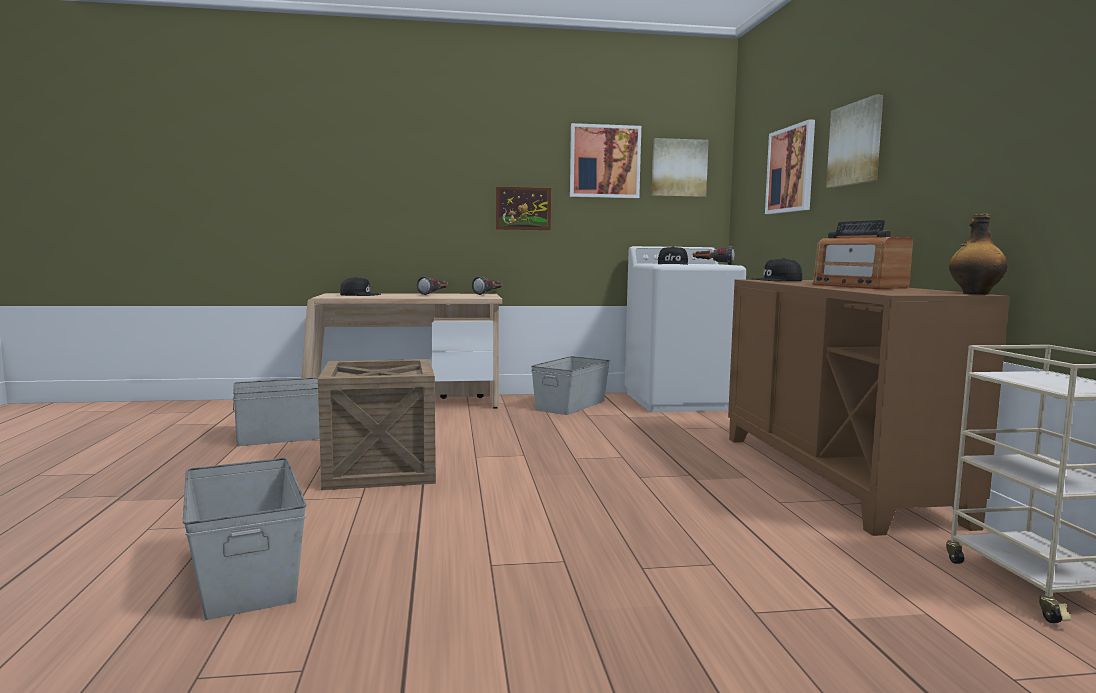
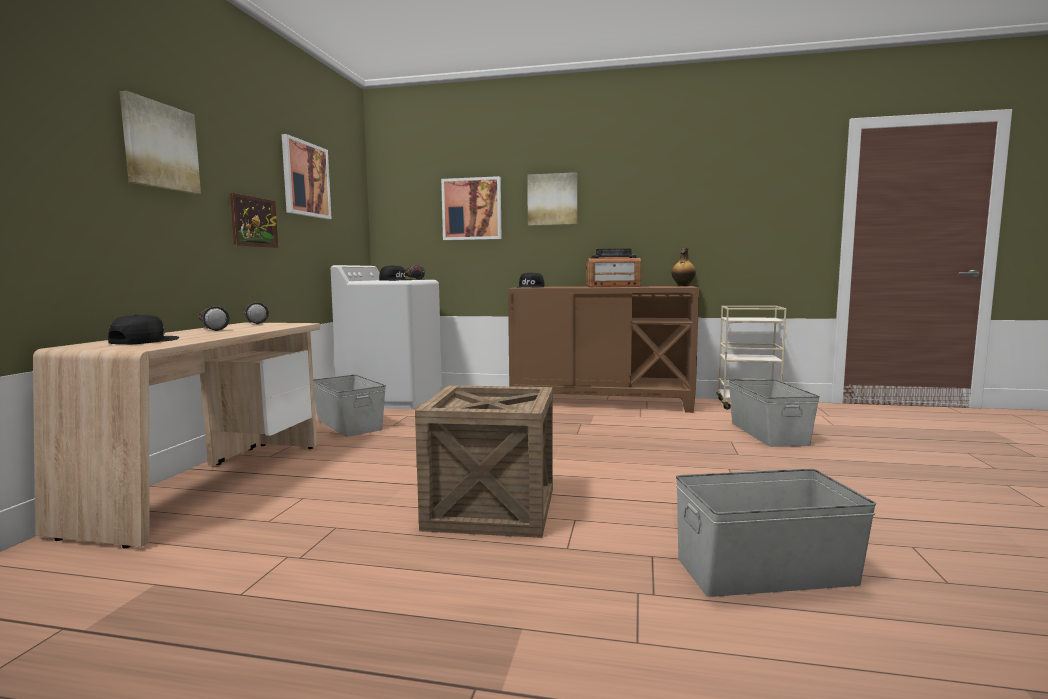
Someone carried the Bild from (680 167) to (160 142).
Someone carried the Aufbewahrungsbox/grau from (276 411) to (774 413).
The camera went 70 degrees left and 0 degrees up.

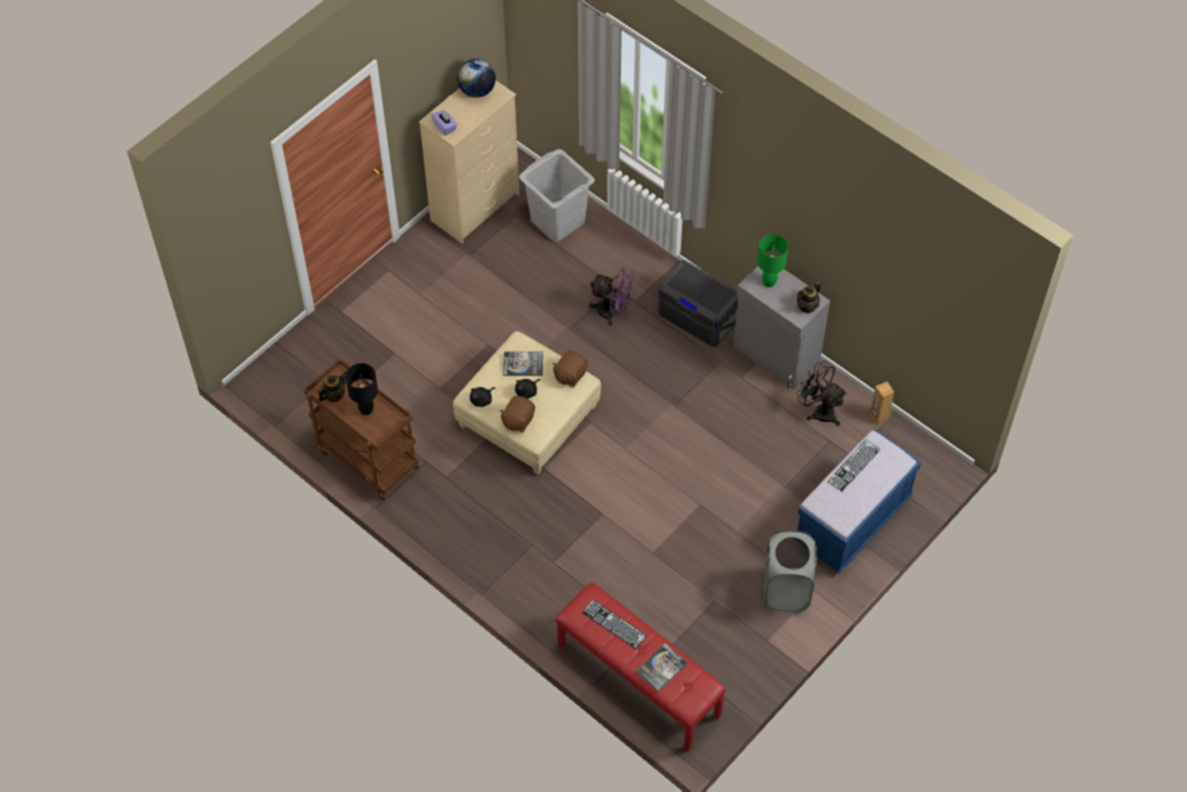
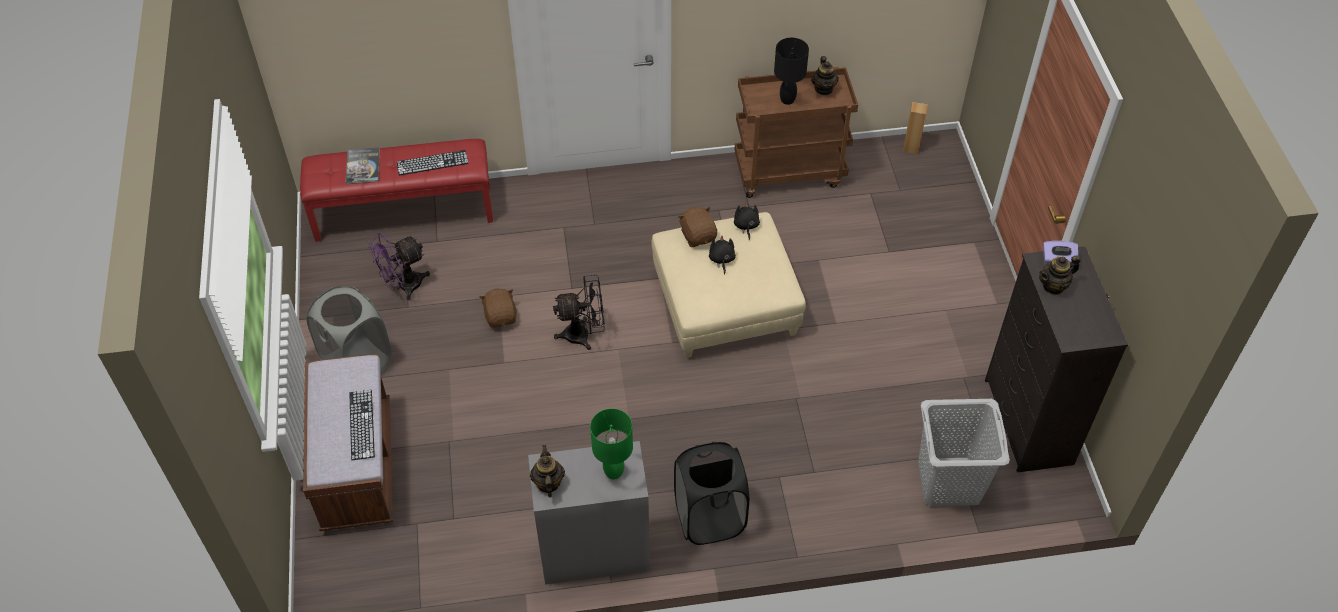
Someone repainted the Bank/blau at (859 501), which became the Bank/braun at (348 442).
Someone carried the Ventilator/lila from (612 297) to (398 266).
Someone carried the Plüschtier/braun from (570 369) to (498 308).
Someone carried the Ventilator/schwarz from (821 393) to (579 312).
Someone swapped the Aufbewahrungsbox/grau at (697 303) for the Wäschekorb/schwarz at (711 493).
Someone carried the Lautsprecher/braun from (882 403) to (915 128).
Someone repainted the Kommode/beige at (469 162), which became the Kommode/schwarz at (1056 360).
Someone put down the Teekanne at (1059 275).
Someone took away the Globus at (476 78).
Someone took away the Buch at (523 363).
The camera went 130 degrees right and 5 degrees down.

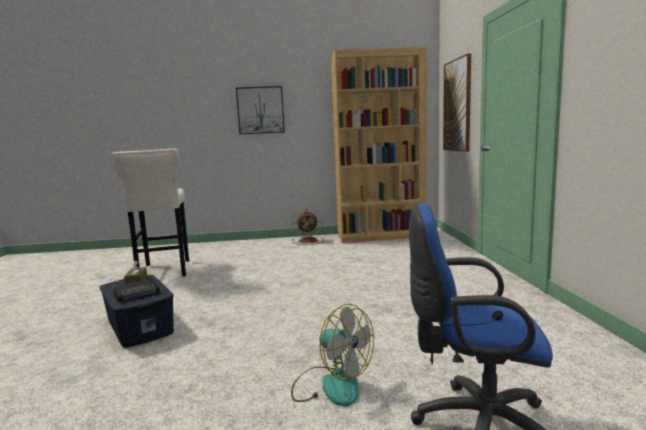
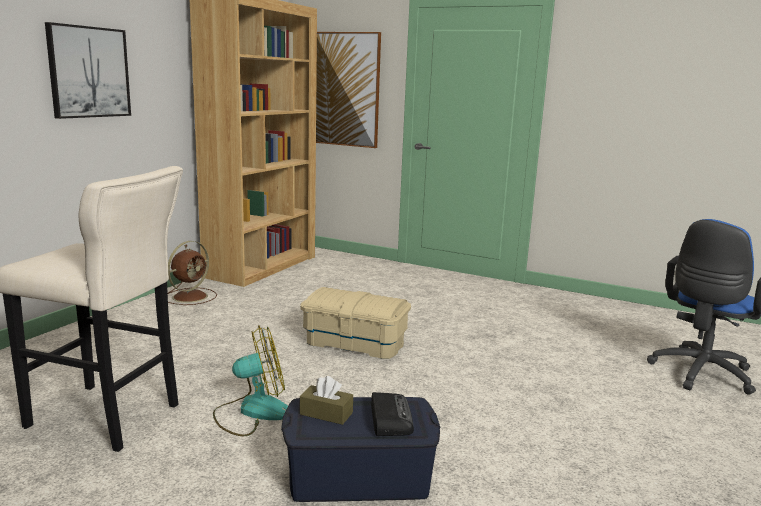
Someone carried the Ventilator from (332 355) to (250 380).
Someone put down the Aufbewahrungsbox/beige at (355 323).
The camera went 60 degrees left and 5 degrees up.

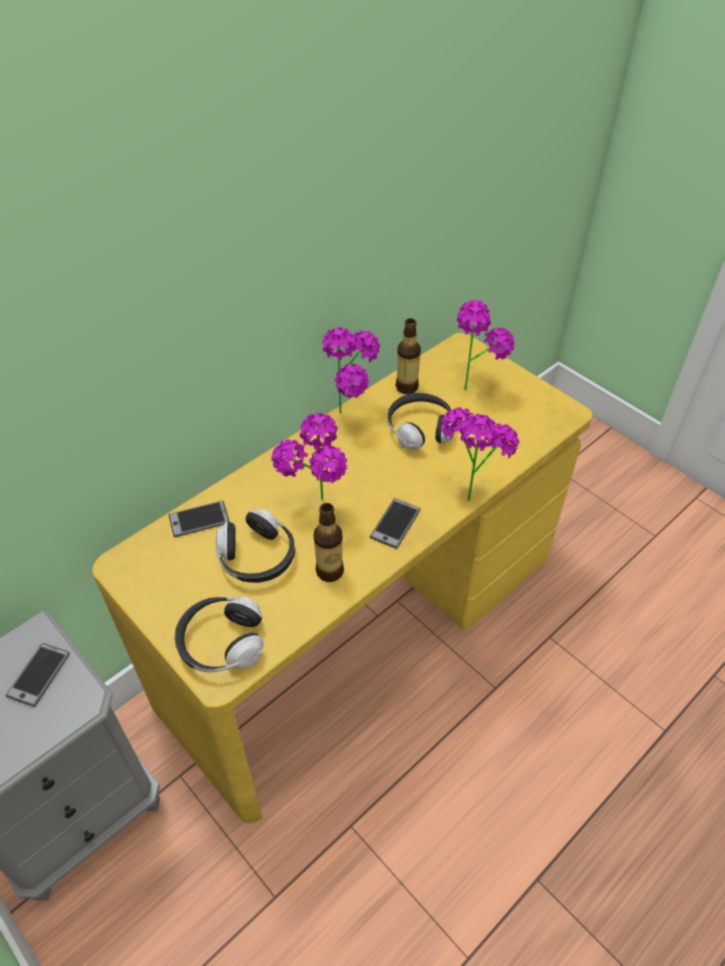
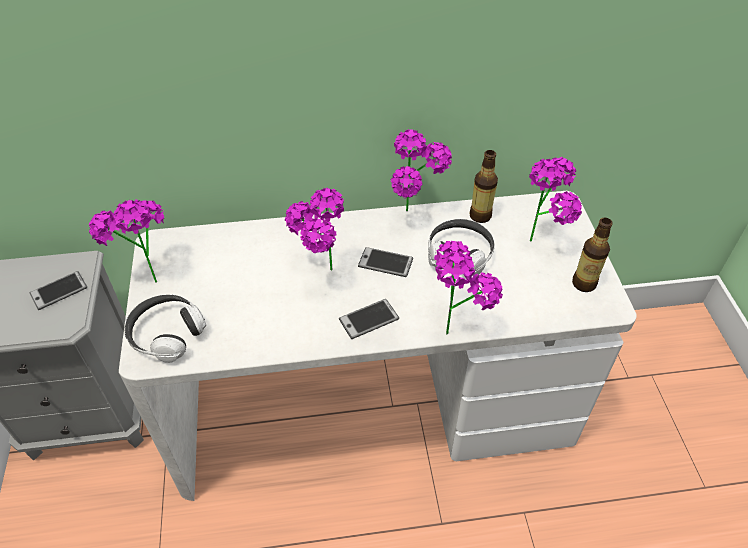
Someone put down the Topfpflanze at (126 241).
Someone repainted the Schreibtisch/gelb at (342 578), which became the Schreibtisch/weiß at (378 346).
Someone carried the Handy from (199 519) to (385 262).
Someone carried the Flasche from (329 542) to (592 255).
Someone took away the Kopfhörer at (255 546).
The camera went 35 degrees right and 0 degrees up.

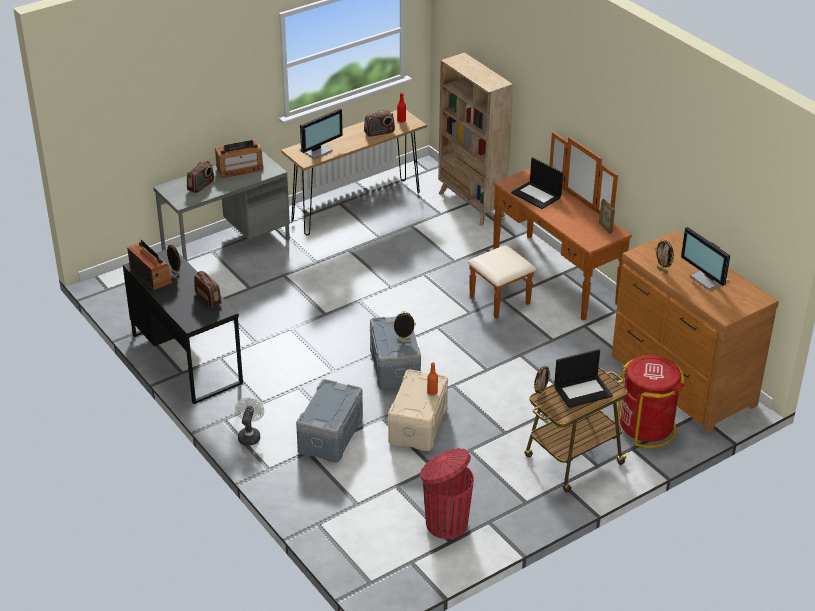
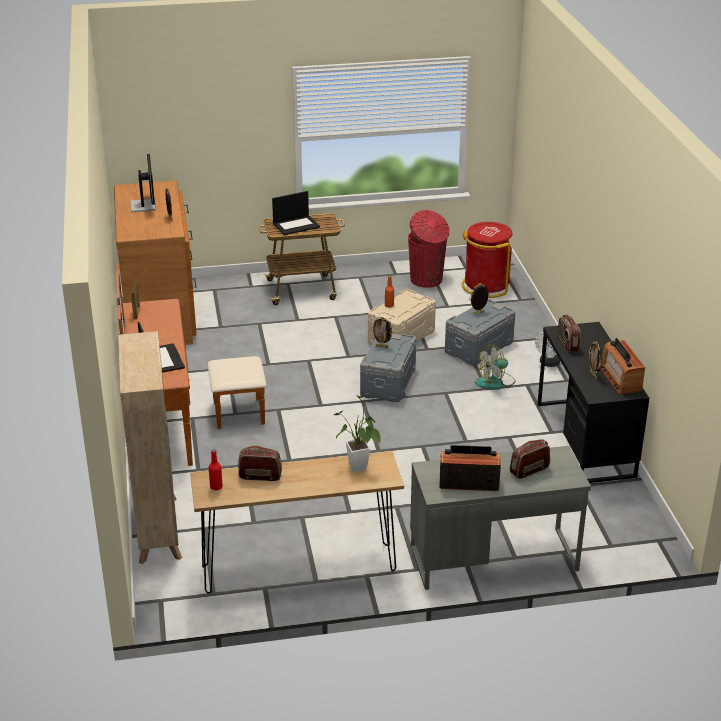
Someone rotated the Laptop at (583 378) by 150 degrees clockwise.
Someone swapped the Monitor at (321 133) for the Topfpflanze at (357 433).
Someone carried the Mülleimer/rot from (651 401) to (487 260).
Someone carried the Bilderrahmen from (542 382) to (479 298).
Someone put down the Ventilator at (495 367).
The camera went 155 degrees left and 5 degrees down.

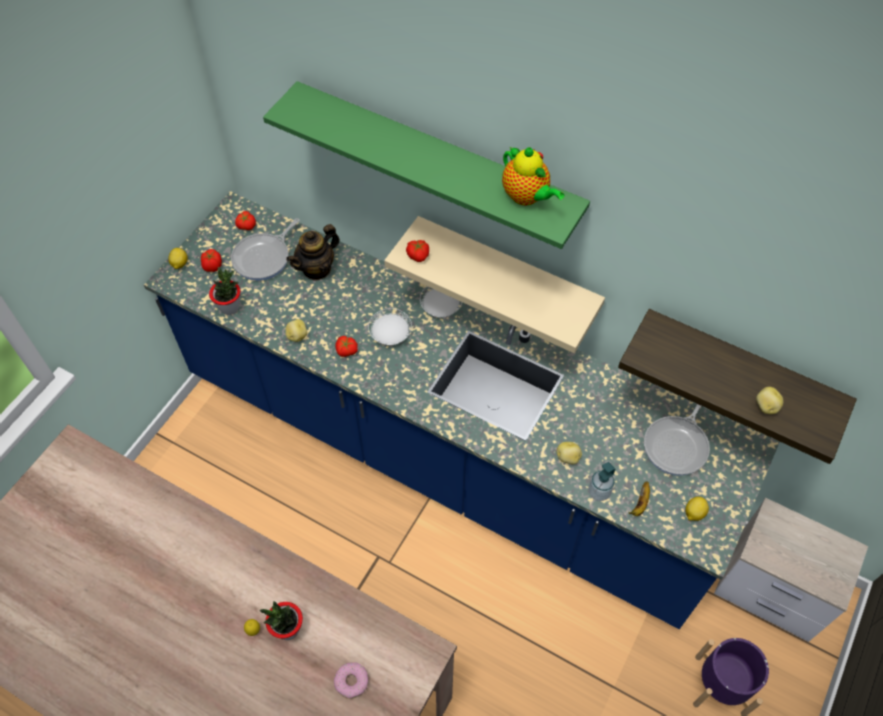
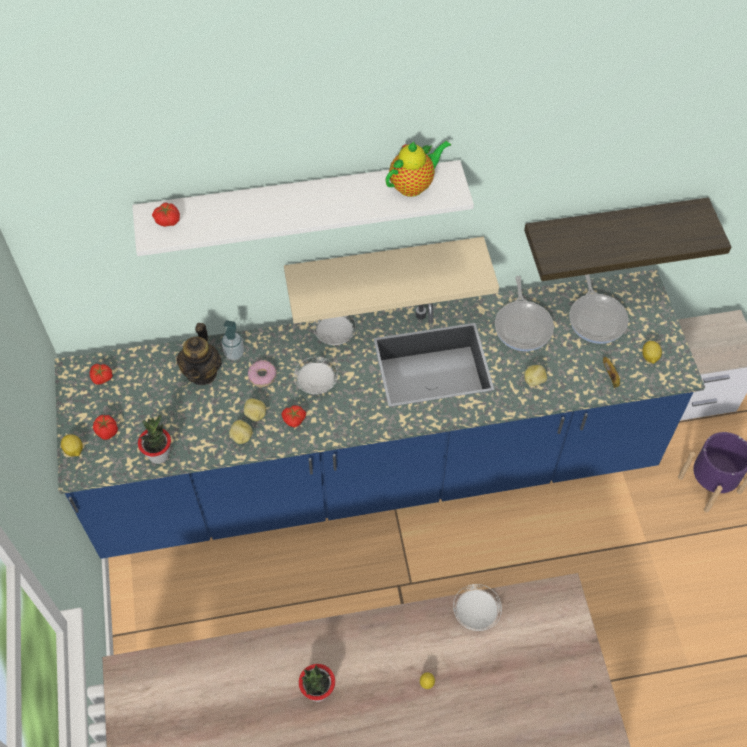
Someone repainted the Wandregal/grün at (426 165), which became the Wandregal/weiß at (303 208).
Someone carried the Tomate from (417 251) to (166 215).
Someone carried the Seifenspender from (601 481) to (233 340).
Someone carried the Kartoffel from (769 400) to (255 409).
Someone carried the Donut from (351 681) to (262 373).
Someone carried the Topfpflanze from (281 620) to (317 683).
Someone rotated the Teekanne at (533 176) by 45 degrees counterclockwise.
Someone put down the Teller/weiß at (477 607).
Someone carried the Pfanne from (265 249) to (524 313).
The camera went 40 degrees left and 0 degrees up.

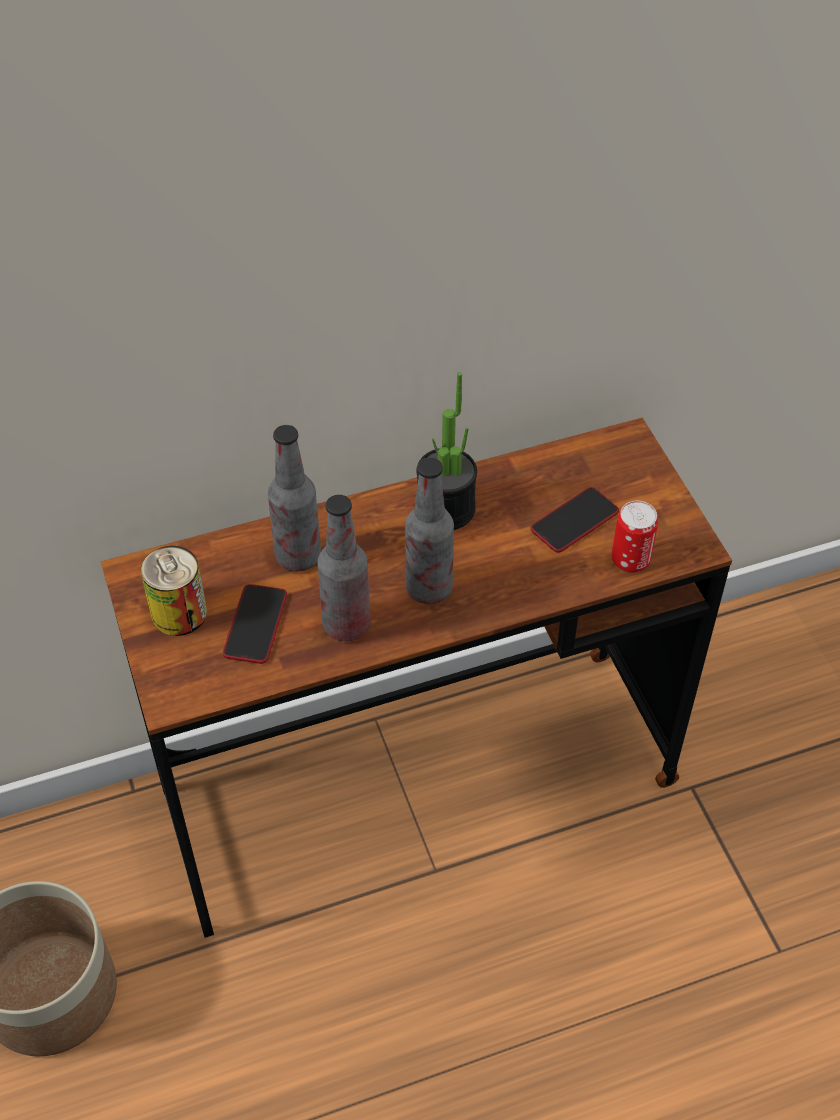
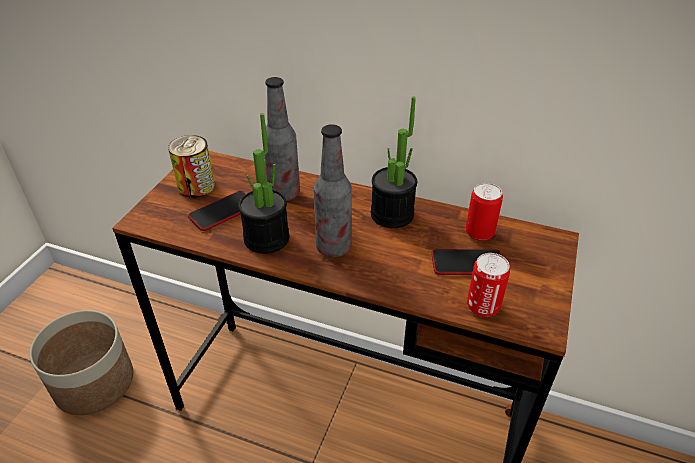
Someone swapped the Flasche at (344 568) for the Topfpflanze at (264 183).
Someone put down the Dose at (484 212).
The camera went 40 degrees right and 10 degrees down.

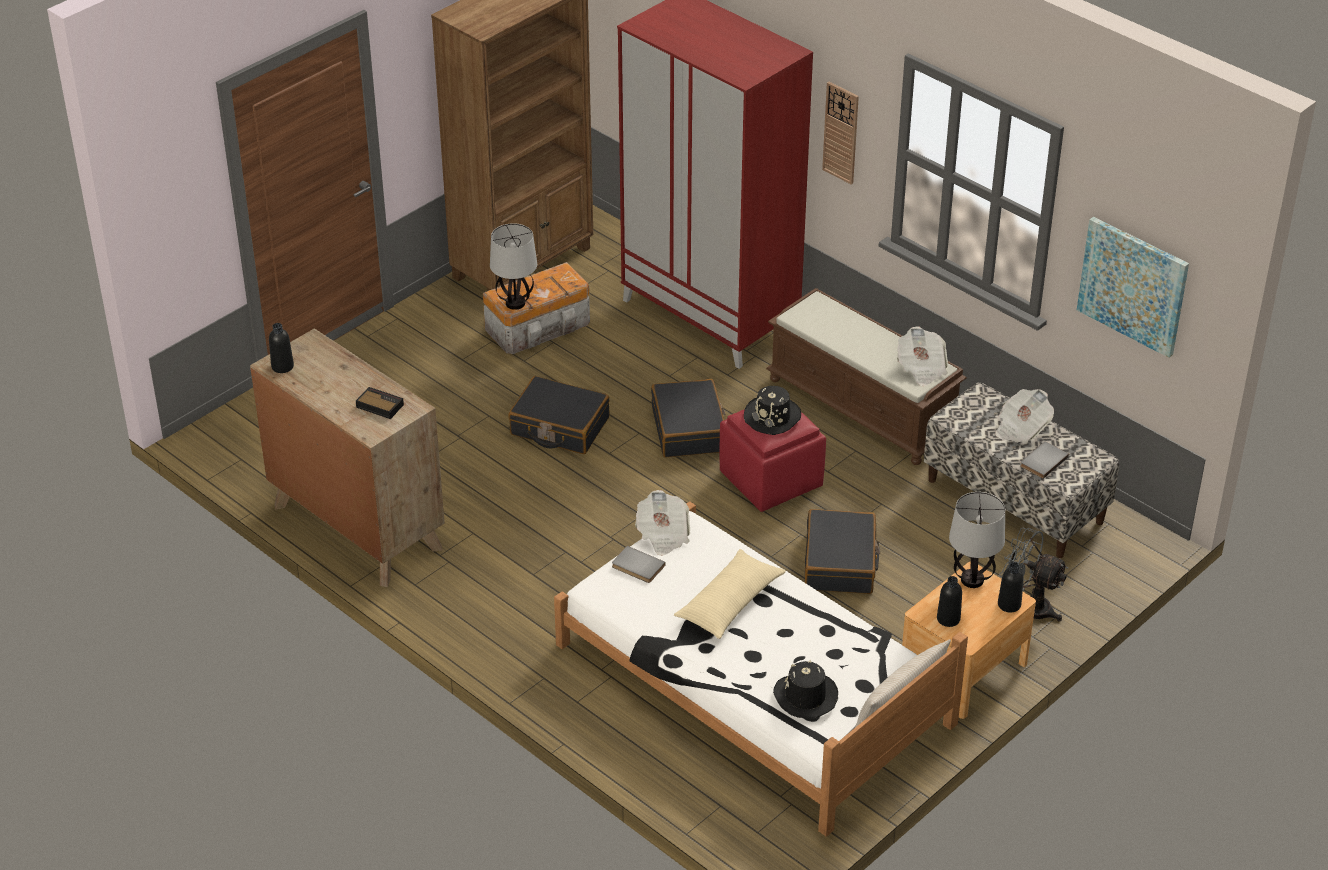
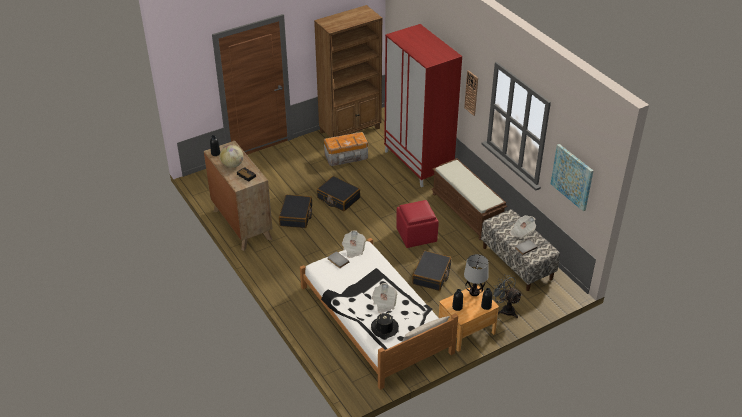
Someone put down the Globus at (231 156).
Someone carried the Koffer/schwarz from (688 418) to (295 211).
Someone carried the Zeitung from (922 356) to (384 298).
Someone took away the Tischlampe at (513 266).
Someone took away the Kissen/beige at (730 594).
Someone took away the Hut/schwarz at (772 410).
The camera went 15 degrees right and 0 degrees up.

